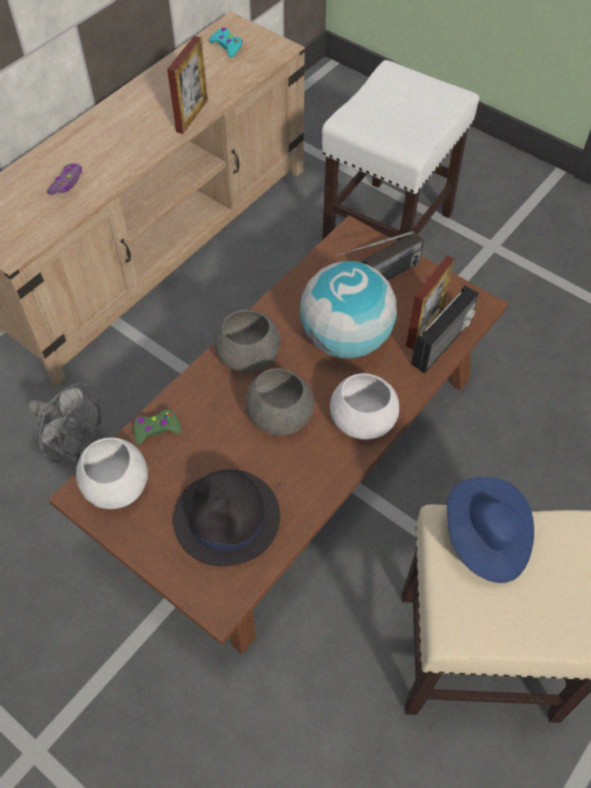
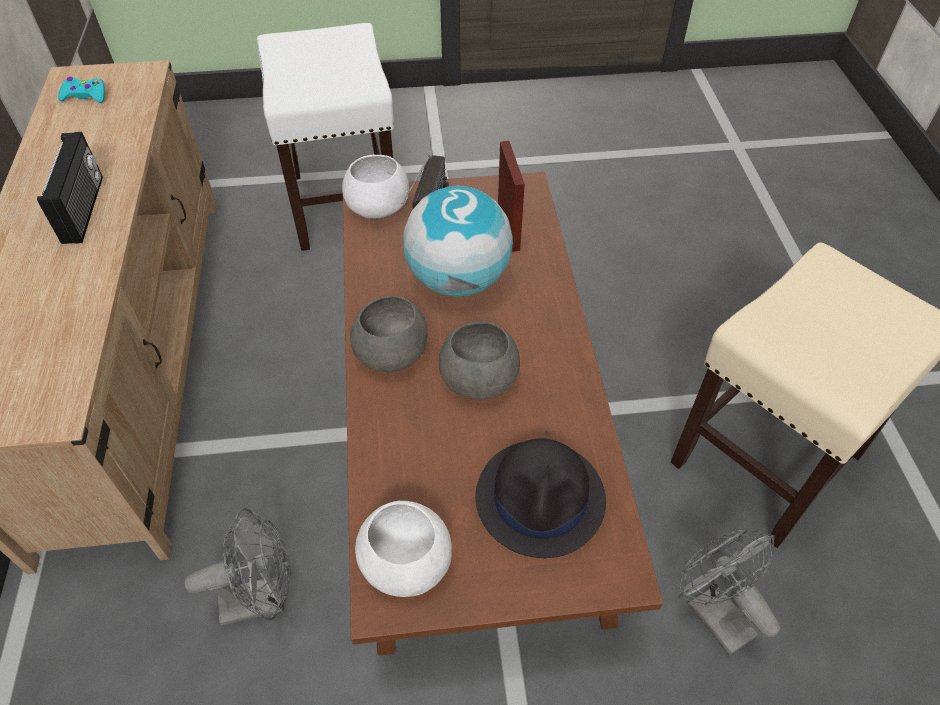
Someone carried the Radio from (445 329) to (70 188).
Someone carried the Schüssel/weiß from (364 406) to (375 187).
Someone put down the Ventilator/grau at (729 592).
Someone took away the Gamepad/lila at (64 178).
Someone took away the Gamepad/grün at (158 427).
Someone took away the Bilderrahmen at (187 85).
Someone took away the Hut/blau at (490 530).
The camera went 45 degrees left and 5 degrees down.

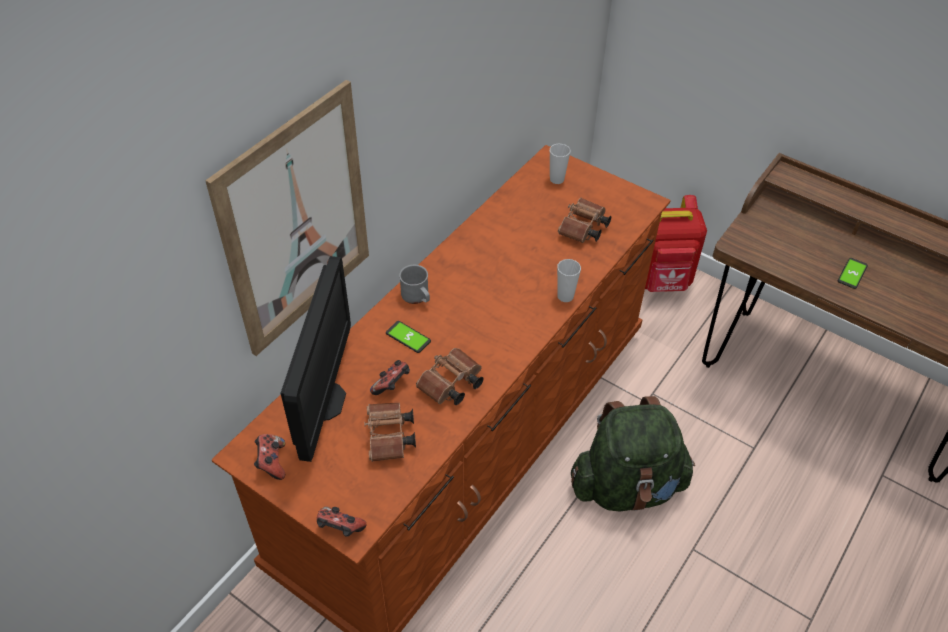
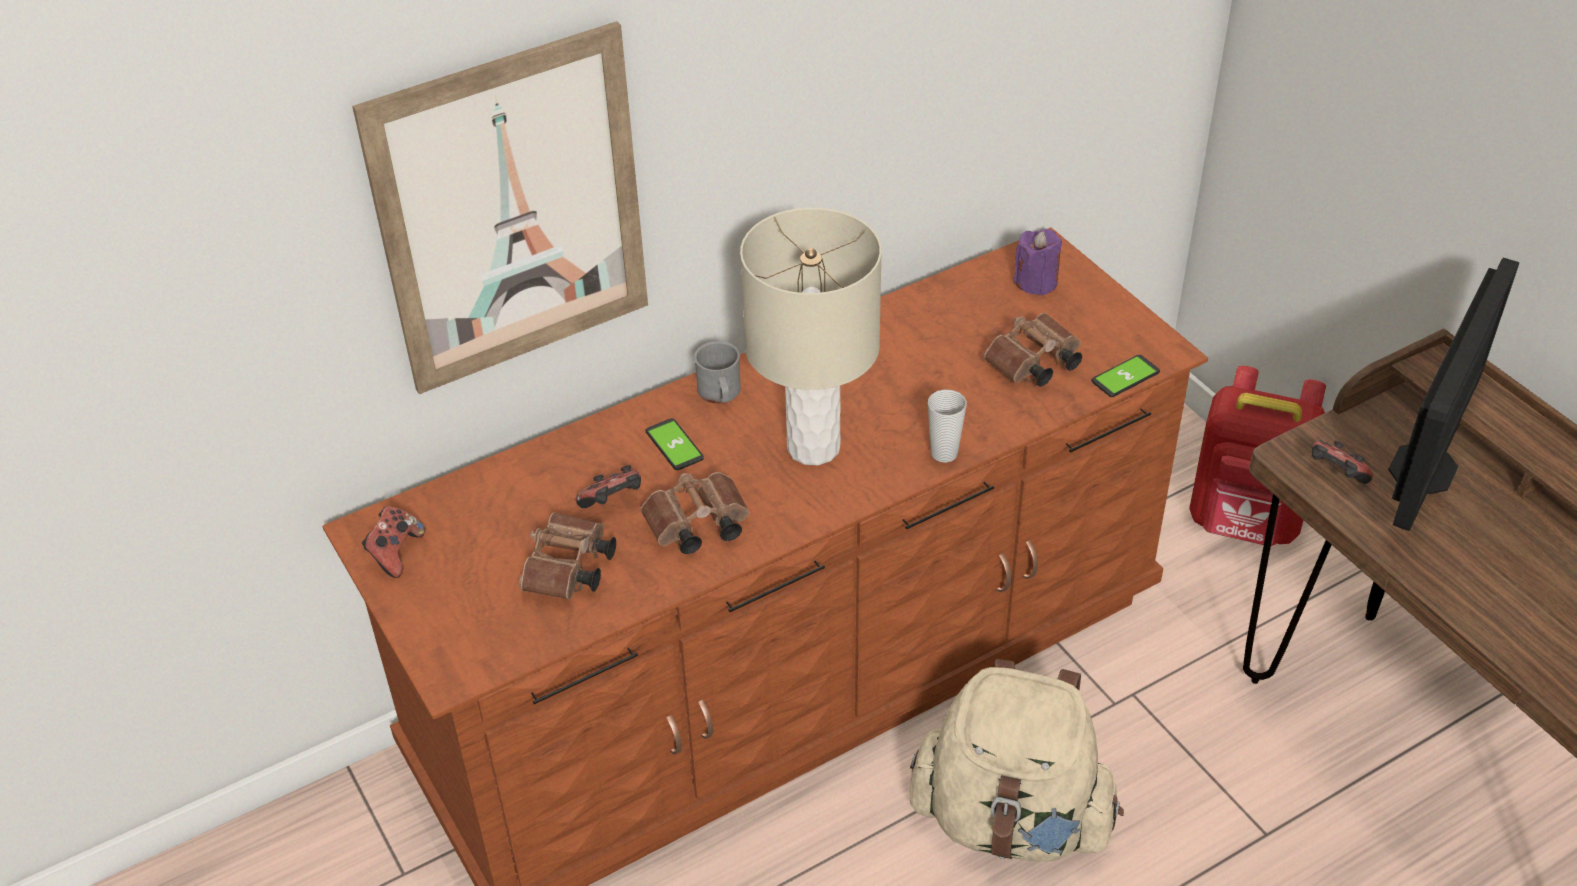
Someone put down the Tischlampe/beige at (811 336).
Someone repainted the Rucksack/grün at (633 453), which became the Rucksack/beige at (1016 760).
Someone swapped the Tasse at (560 164) for the Kerze/lila at (1038 262).
Someone carried the Handy from (853 273) to (1125 376).
Someone carried the Gamepad from (341 522) to (1342 462).
Someone carried the Monitor from (316 359) to (1454 394).
The camera went 25 degrees right and 5 degrees down.

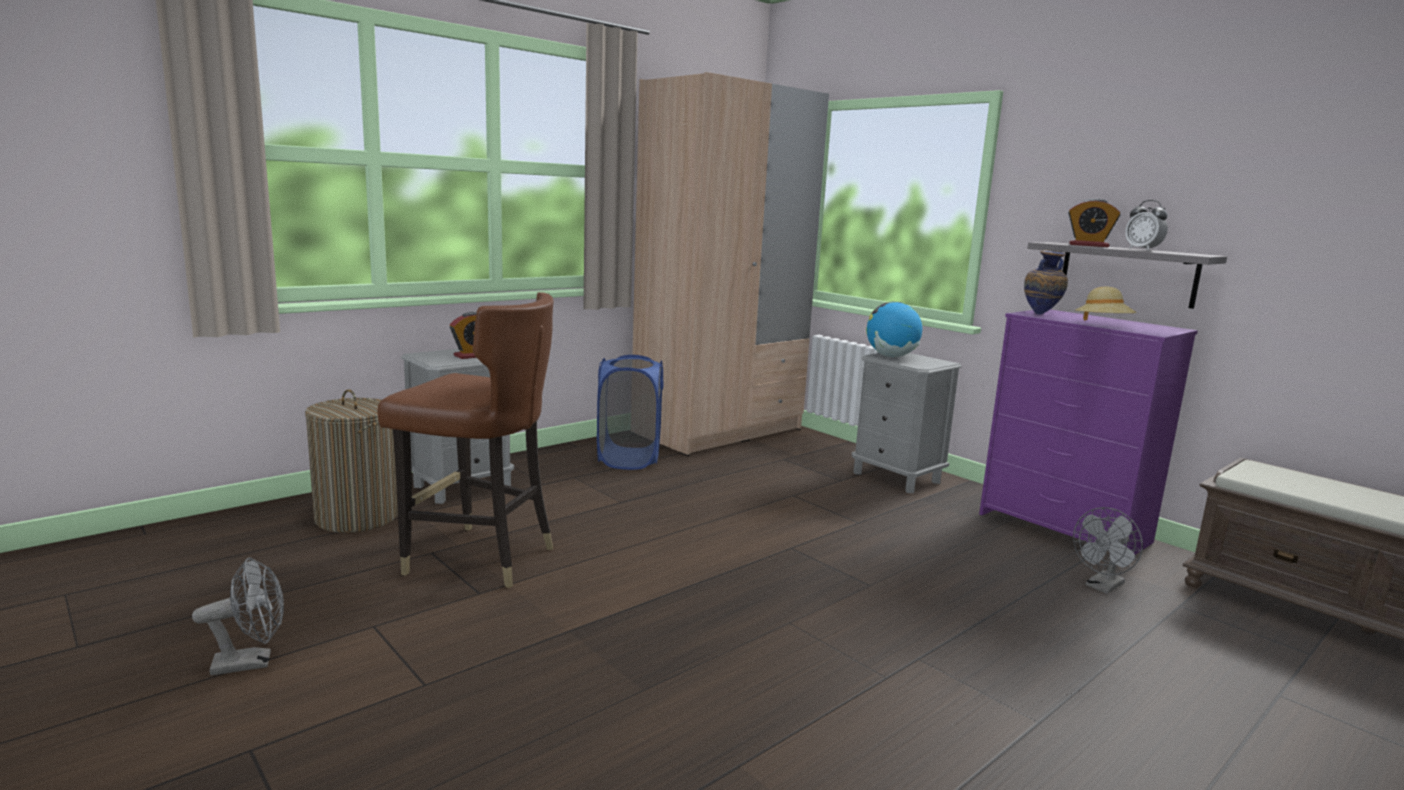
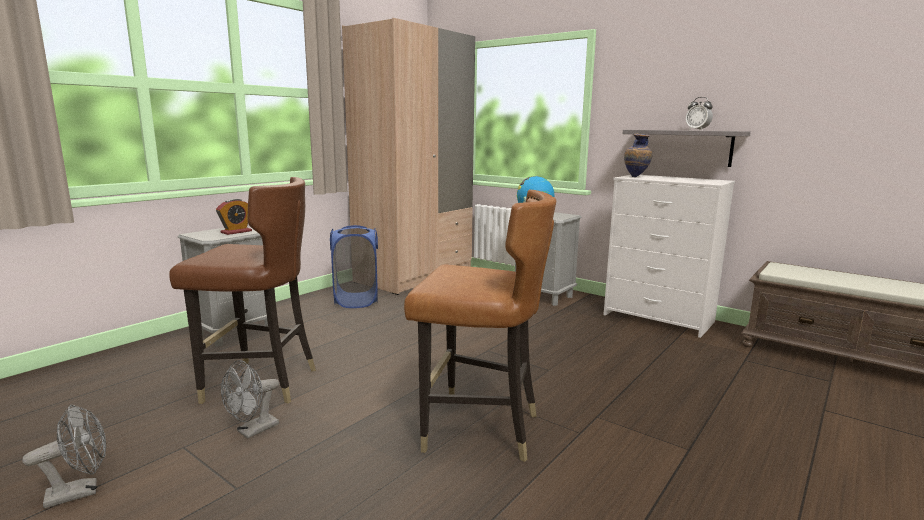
Someone carried the Ventilator/grau from (1108 550) to (250 399).
Someone put down the Stuhl/braun at (480 326).
Someone repainted the Kommode/lila at (1088 432), which became the Kommode/weiß at (669 256).
Someone took away the Wäschekorb at (351 461).
Someone took away the Wecker at (1094 223).
Someone took away the Hut/beige at (1106 304).
The camera went 10 degrees left and 0 degrees up.

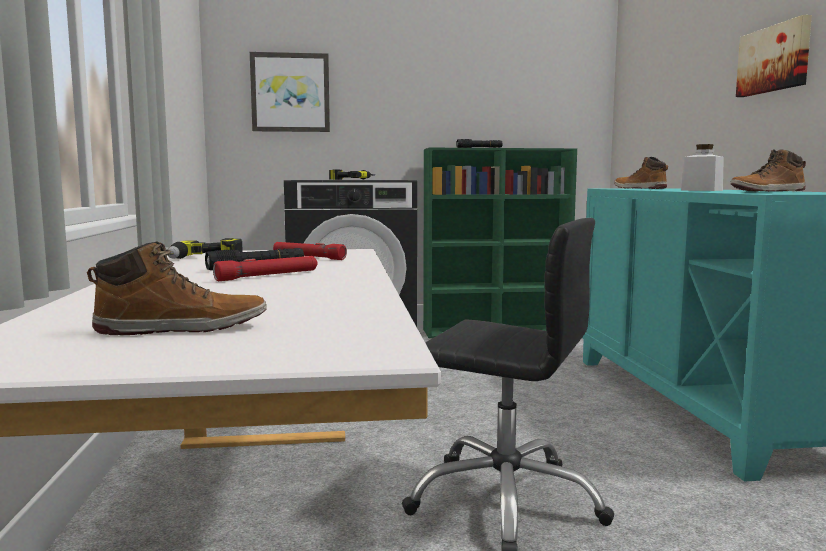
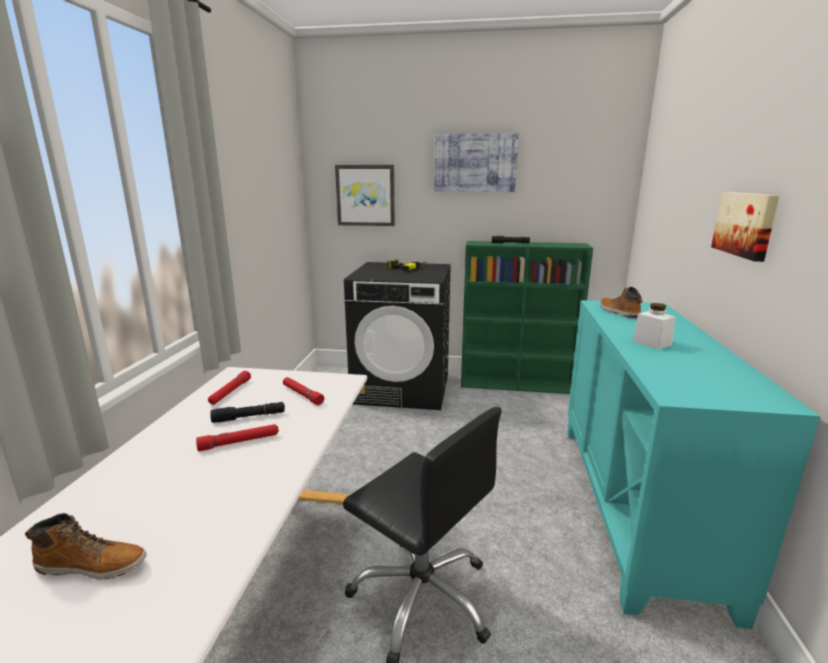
Someone swapped the Bohrmaschine at (205 248) for the Taschenlampe/rot at (229 388).
Someone put up the Bild at (476 162).
Someone took away the Stiefel at (768 170).
The camera went 15 degrees right and 10 degrees up.

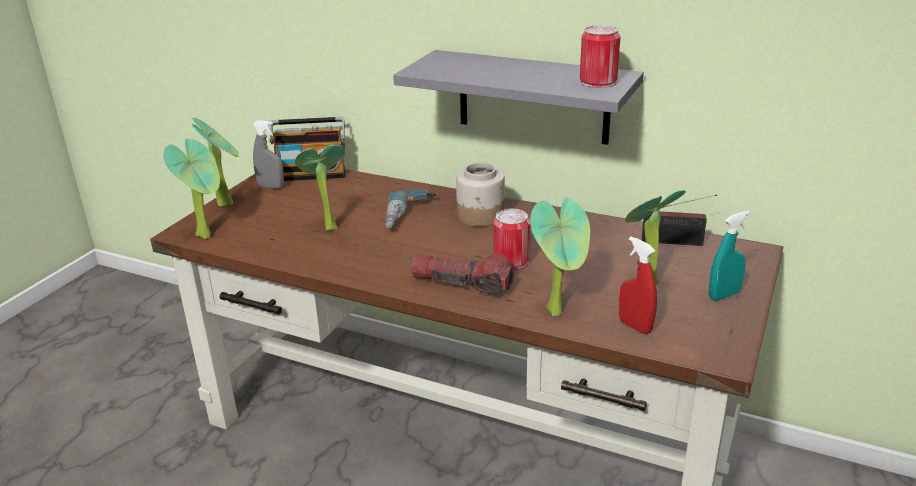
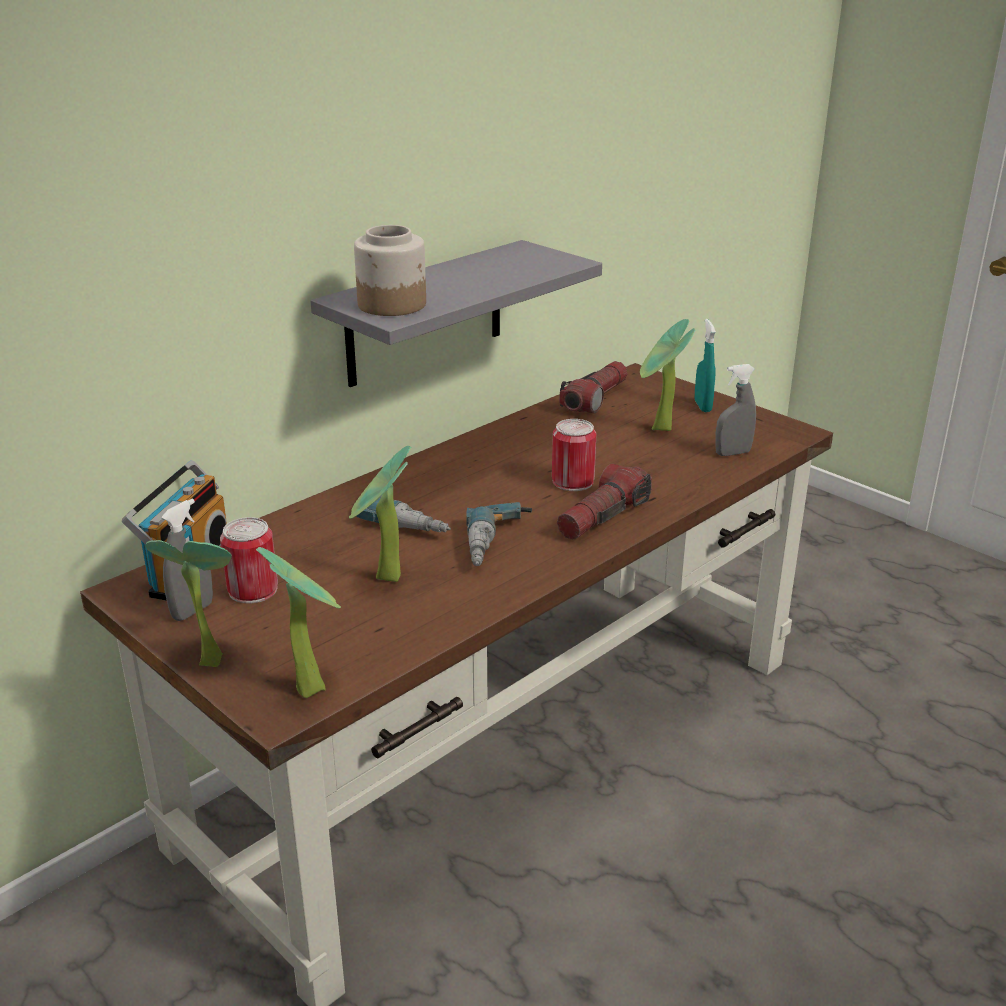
Someone carried the Dose from (600 56) to (249 560).
Someone carried the Vorratsglas from (480 195) to (390 270).
Someone put down the Bohrmaschine at (499 534).
Someone swapped the Radio at (679 220) for the Taschenlampe at (593 387).
Someone repainted the Sprühflasche/rot at (638 285), which became the Sprühflasche/grau at (735 410).
Someone took away the Topfpflanze at (560 257).
The camera went 70 degrees left and 0 degrees up.

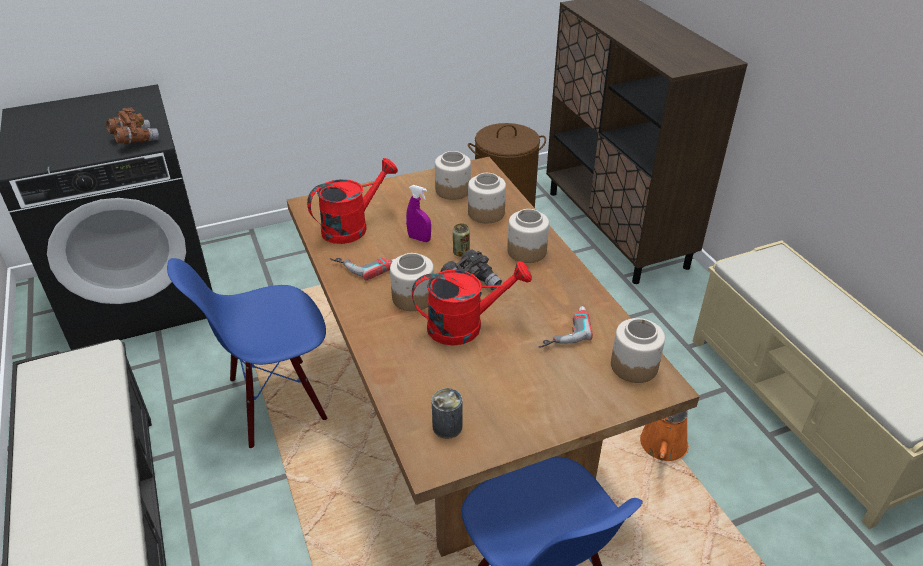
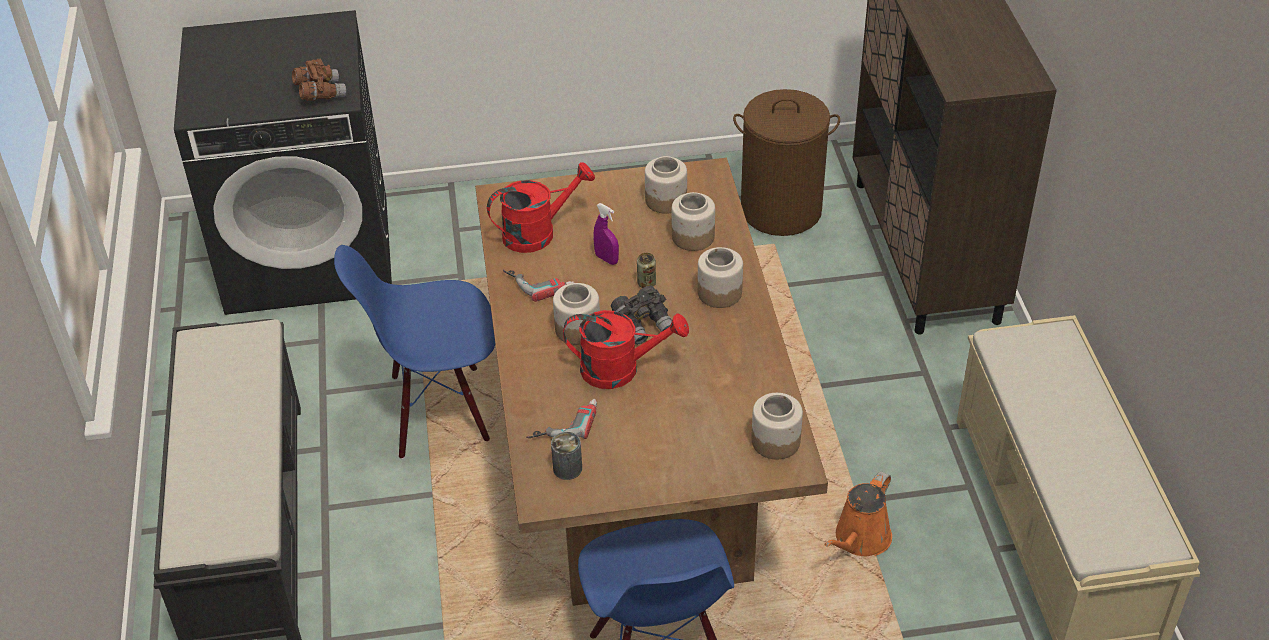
Someone carried the Bohrmaschine from (565 327) to (561 419).
The camera went 15 degrees right and 5 degrees up.

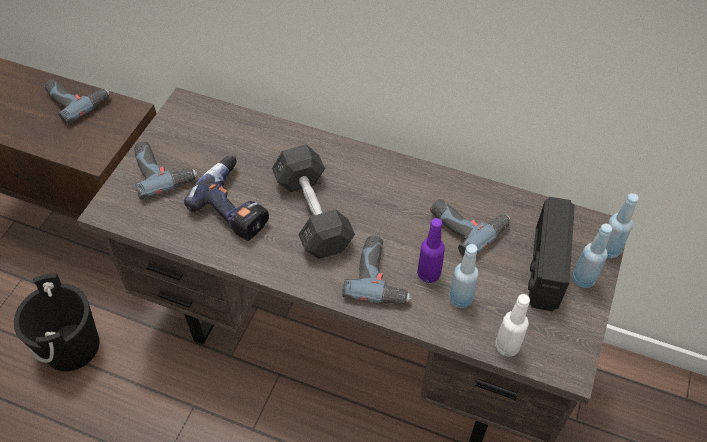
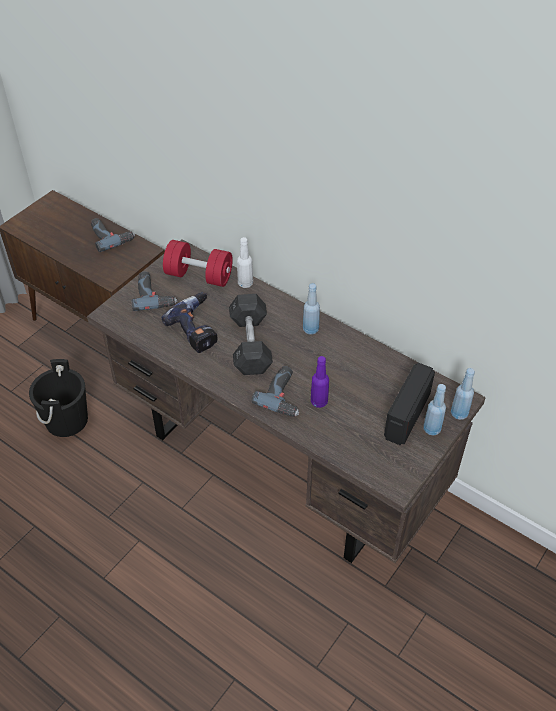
Someone put down the Hantel/rot at (198 263).
Someone carried the Flasche/weiß from (512 325) to (245 262).
Someone carried the Flasche/blau from (464 276) to (311 309).
Someone took away the Bohrmaschine at (470 228).
The camera went 15 degrees right and 5 degrees down.

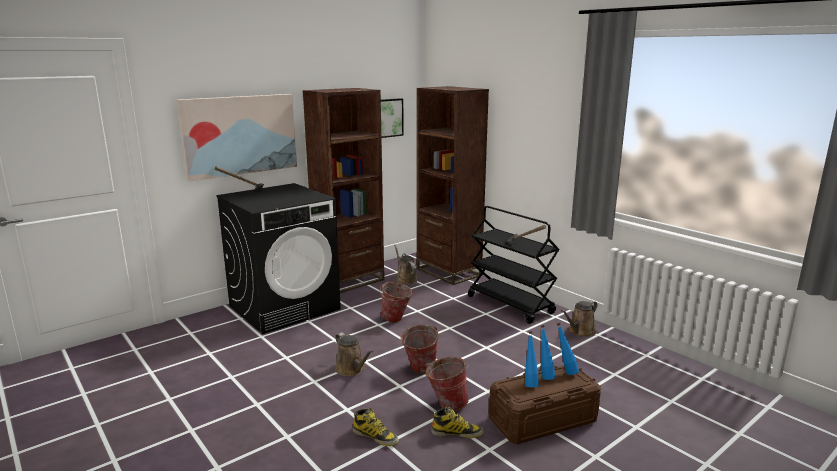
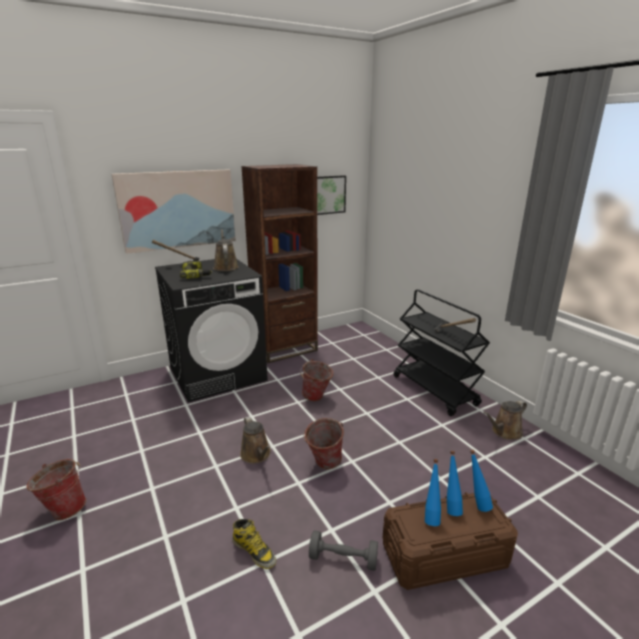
Someone carried the Eimer from (447 384) to (56 489).
Someone put down the Bohrmaschine at (196 270).
Someone carried the Gießkanne/braun from (406 265) to (225 250).
Someone swapped the Stiefel at (457 422) for the Hantel/grau at (343 550).
Someone took away the Bücherregal/braun at (452 185).
The camera went 10 degrees right and 5 degrees up.

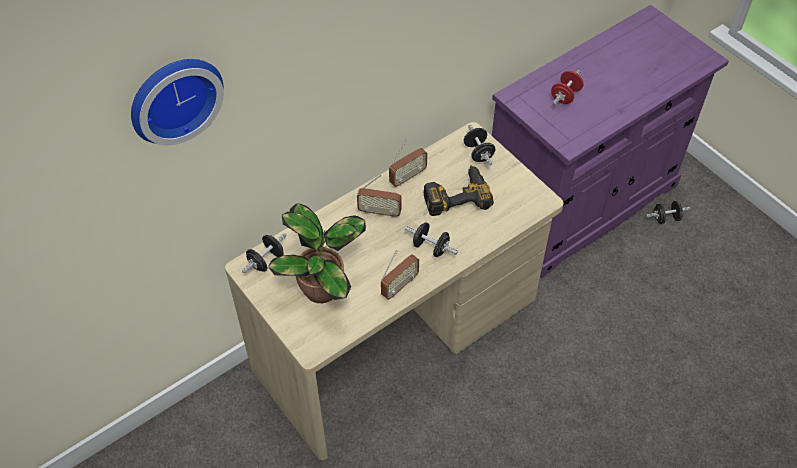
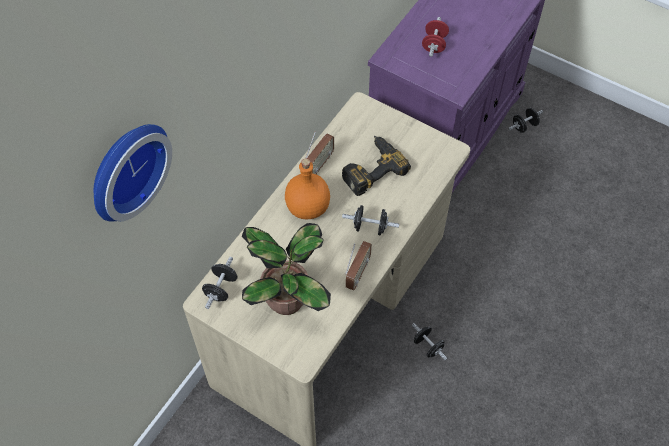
Someone swapped the Radio at (379 196) for the Flasche/orange at (307 189).
Someone carried the Hantel/schwarz from (479 145) to (429 342).
The camera went 20 degrees left and 5 degrees up.

